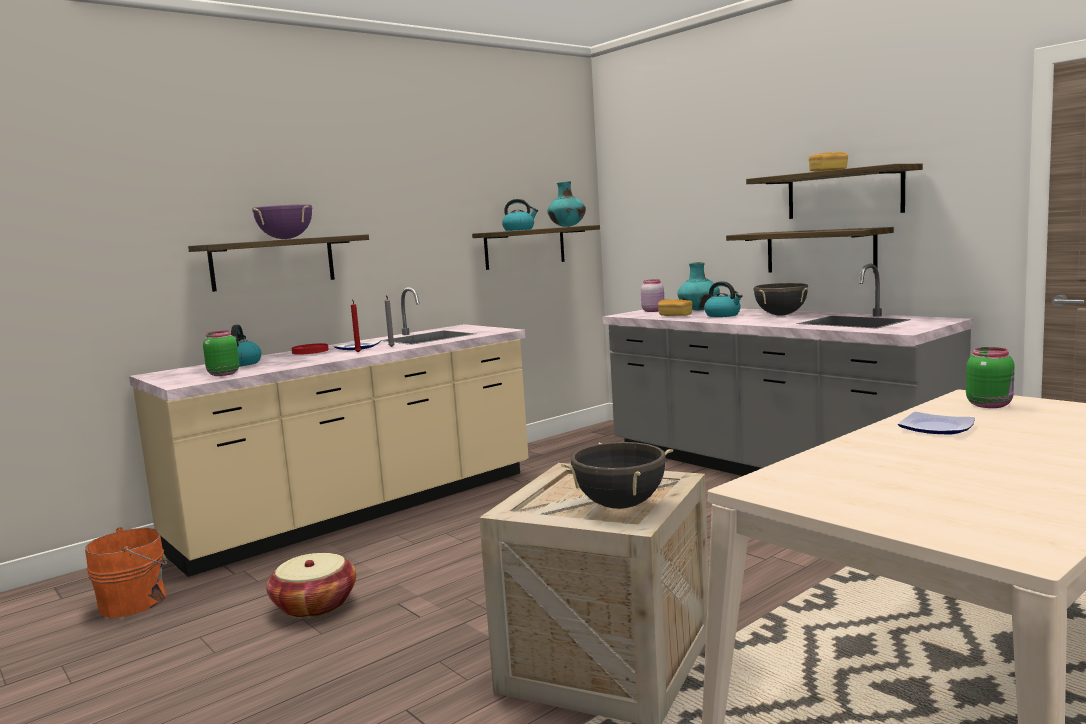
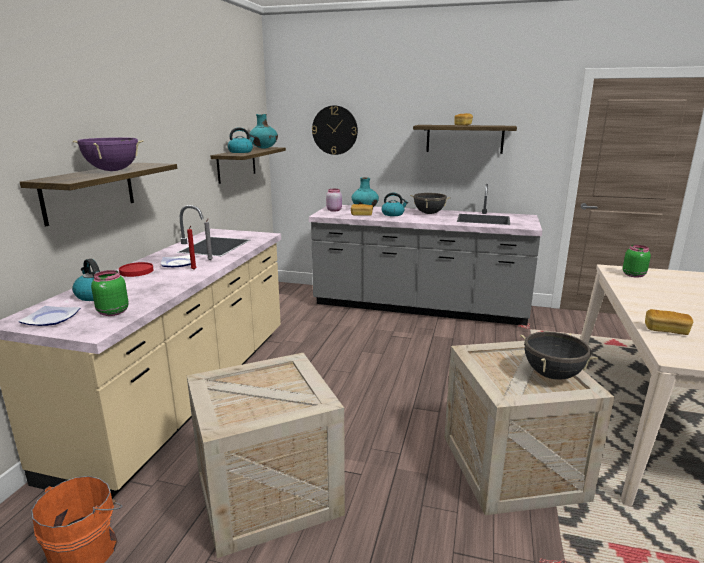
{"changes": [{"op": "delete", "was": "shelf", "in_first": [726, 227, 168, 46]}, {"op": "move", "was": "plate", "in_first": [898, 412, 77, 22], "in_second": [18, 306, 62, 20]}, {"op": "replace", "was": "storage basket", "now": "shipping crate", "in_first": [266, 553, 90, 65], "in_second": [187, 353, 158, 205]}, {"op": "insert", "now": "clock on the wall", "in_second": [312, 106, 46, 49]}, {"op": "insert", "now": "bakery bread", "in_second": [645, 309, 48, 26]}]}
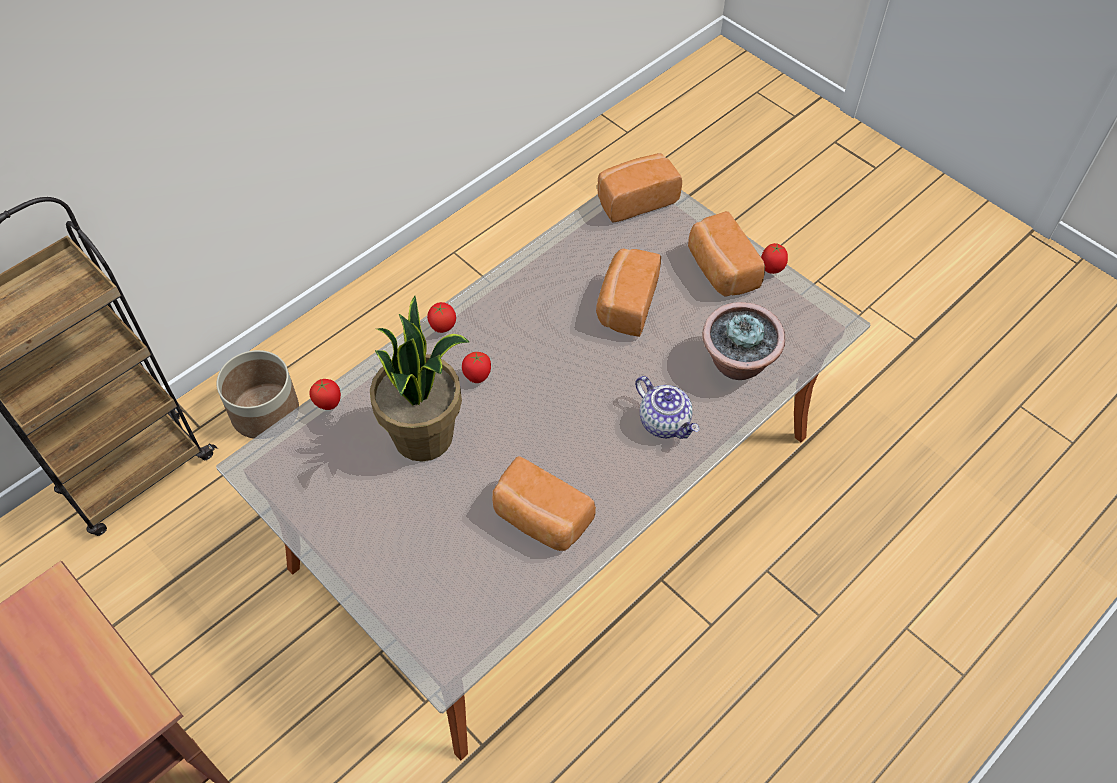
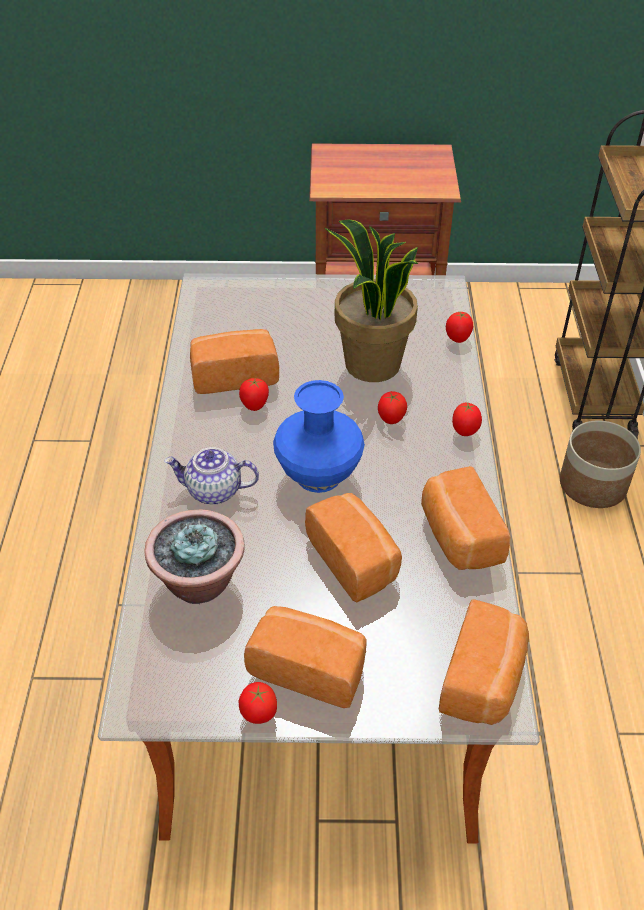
{"changes": [{"op": "insert", "now": "whole tomato", "in_second": [239, 378, 30, 33]}, {"op": "insert", "now": "blue-coloured flower vase", "in_second": [273, 380, 92, 113]}, {"op": "insert", "now": "bakery bread", "in_second": [421, 466, 89, 104]}]}
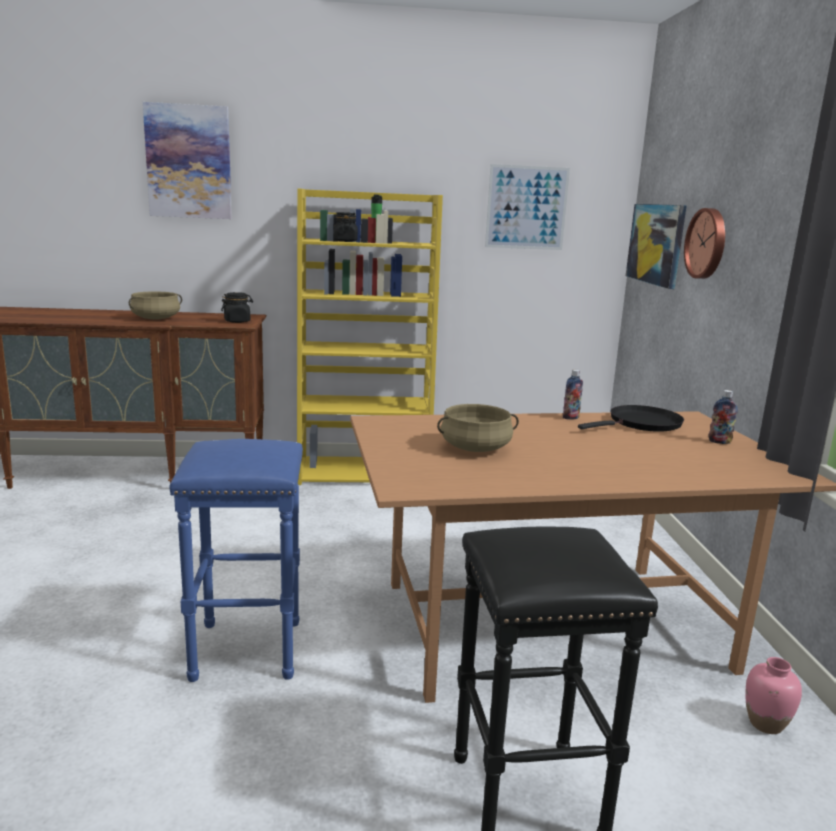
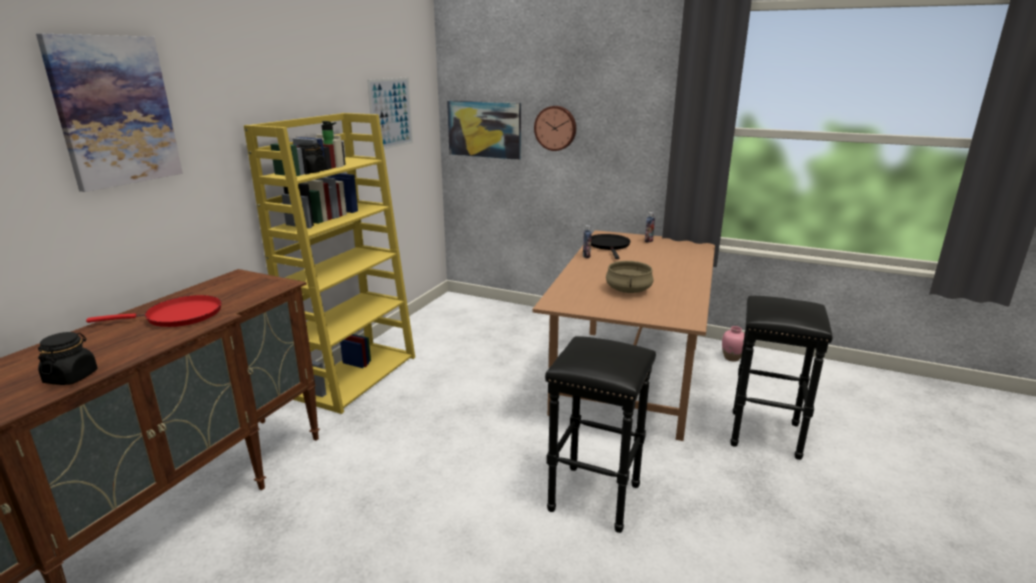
{"changes": [{"op": "replace", "was": "beige saucepot", "now": "reddish skillet", "in_first": [129, 291, 53, 29], "in_second": [86, 295, 135, 32]}, {"op": "move", "was": "black preserve jar", "in_first": [221, 292, 32, 31], "in_second": [38, 332, 60, 53]}, {"op": "recolor", "was": "blue-coloured stool seat", "now": "black stool seat", "in_first": [169, 439, 134, 243], "in_second": [545, 336, 111, 197]}]}
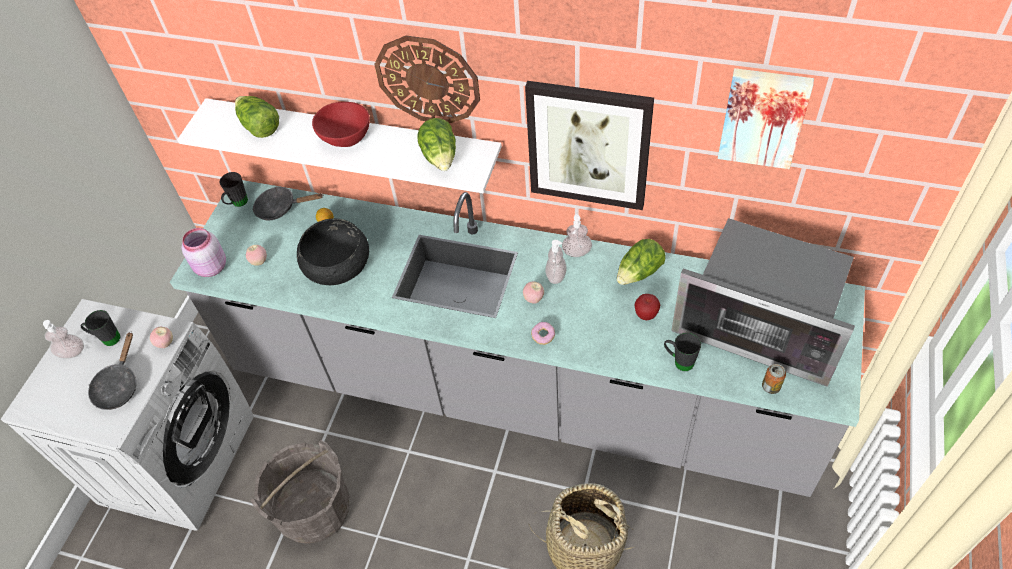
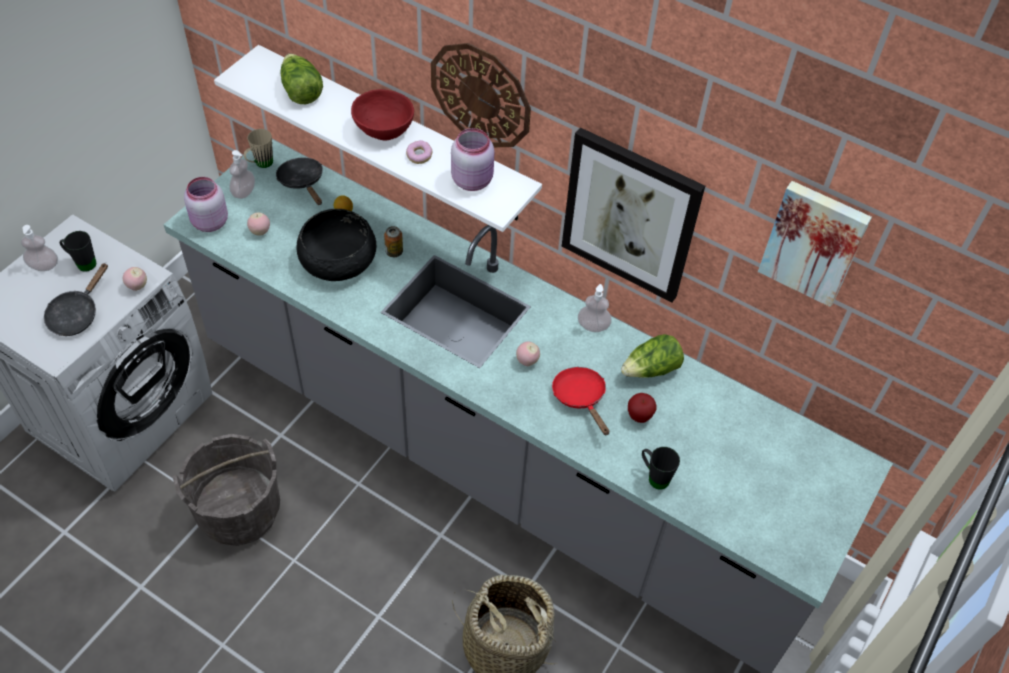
{"changes": [{"op": "replace", "was": "lettuce head", "now": "pink preserve jar", "in_first": [417, 118, 39, 53], "in_second": [451, 128, 44, 63]}, {"op": "recolor", "was": "black coffee mug", "now": "beige coffee mug", "in_first": [220, 172, 28, 35], "in_second": [244, 129, 29, 39]}, {"op": "rotate", "was": "black skillet", "in_first": [253, 186, 70, 34], "in_second": [276, 158, 47, 47], "clockwise": 45}, {"op": "delete", "was": "microwave", "in_first": [671, 218, 184, 169]}, {"op": "move", "was": "soap dispenser", "in_first": [545, 240, 22, 44], "in_second": [230, 150, 25, 49]}, {"op": "move", "was": "donut", "in_first": [531, 322, 24, 23], "in_second": [406, 140, 26, 24]}, {"op": "move", "was": "sealed can", "in_first": [762, 364, 24, 30], "in_second": [384, 226, 19, 31]}, {"op": "insert", "now": "reddish skillet", "in_second": [552, 367, 57, 68]}]}
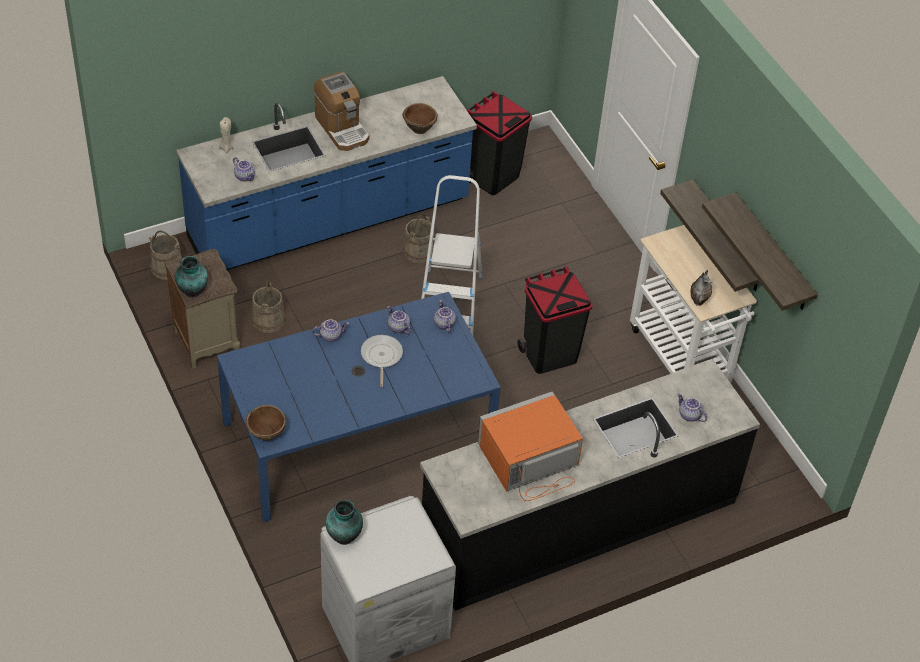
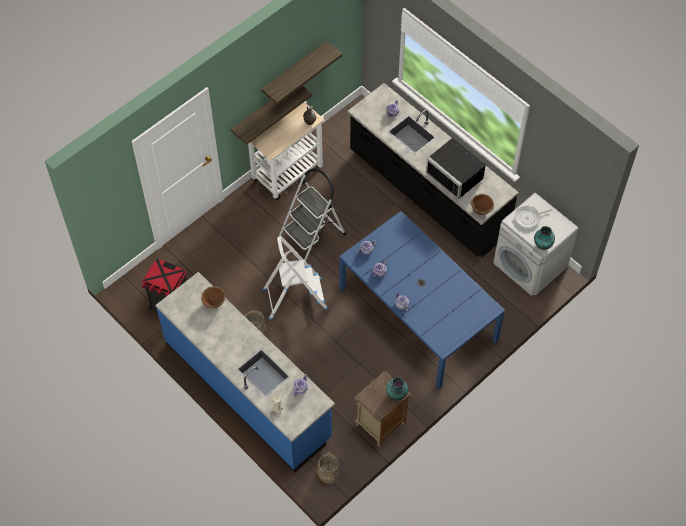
{"changes": [{"op": "delete", "was": "coffee brewer", "in_first": [314, 71, 55, 80]}, {"op": "replace", "was": "black trash can", "now": "step ladder", "in_first": [518, 266, 74, 108], "in_second": [278, 168, 68, 93]}, {"op": "delete", "was": "beige bucket", "in_first": [252, 281, 33, 52]}, {"op": "move", "was": "skillet", "in_first": [361, 335, 42, 52], "in_second": [515, 206, 38, 22]}, {"op": "recolor", "was": "orange microwave", "now": "black microwave", "in_first": [478, 391, 105, 110], "in_second": [426, 138, 60, 61]}, {"op": "move", "was": "brownish deep dish", "in_first": [246, 405, 40, 36], "in_second": [471, 194, 23, 21]}]}
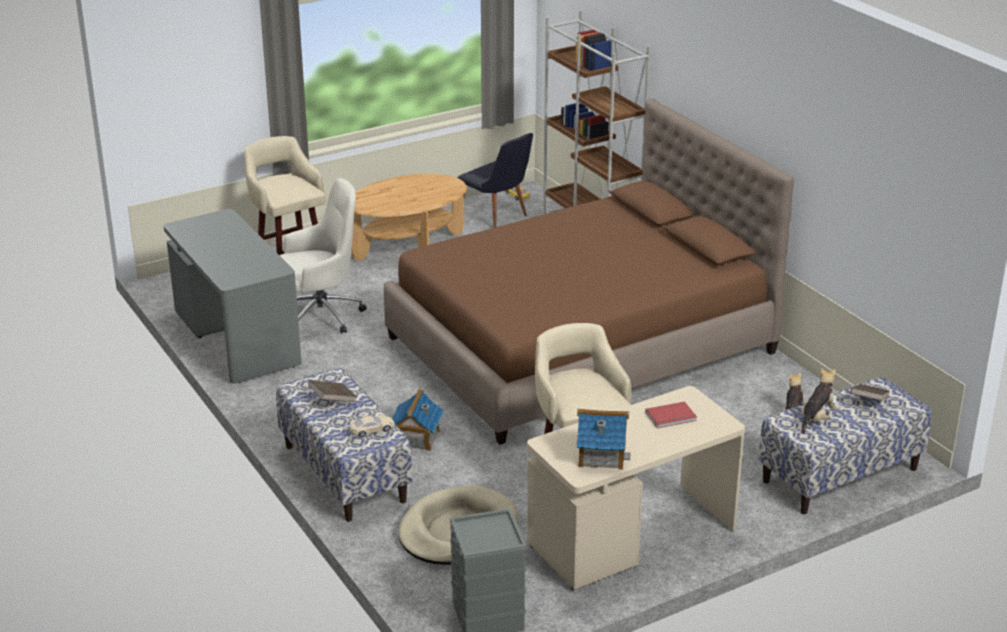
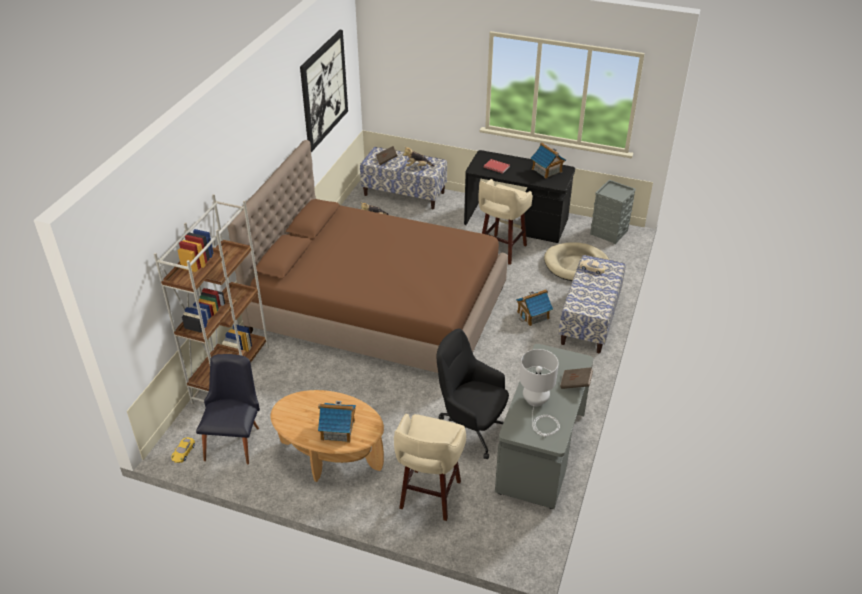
{"changes": [{"op": "recolor", "was": "beige office chair", "now": "black office chair", "in_first": [279, 178, 88, 155], "in_second": [437, 329, 72, 130]}, {"op": "move", "was": "brownish book", "in_first": [308, 380, 49, 22], "in_second": [560, 367, 33, 22]}, {"op": "recolor", "was": "beige desk table", "now": "black desk table", "in_first": [527, 386, 218, 204], "in_second": [464, 150, 111, 93]}, {"op": "insert", "now": "wall art", "in_second": [300, 30, 48, 122]}, {"op": "insert", "now": "grey lamp for a table", "in_second": [520, 349, 40, 89]}, {"op": "insert", "now": "model house", "in_second": [318, 401, 38, 42]}]}
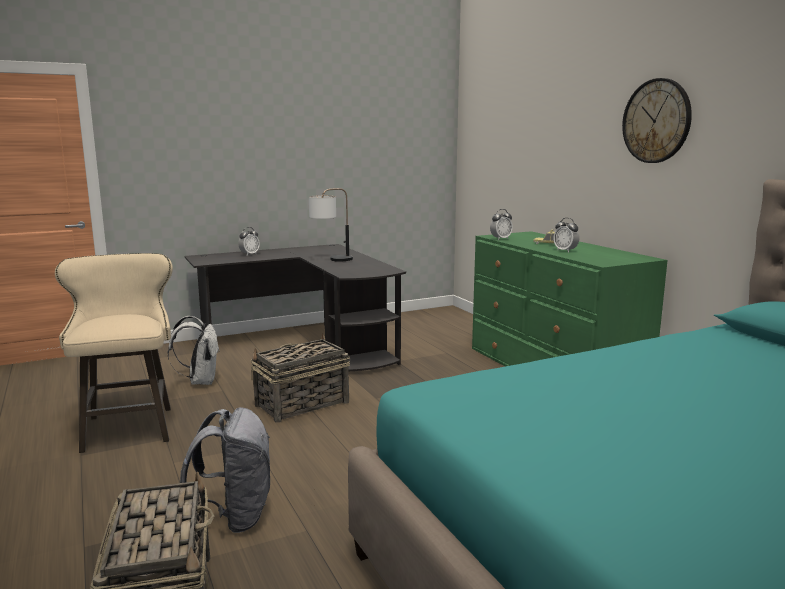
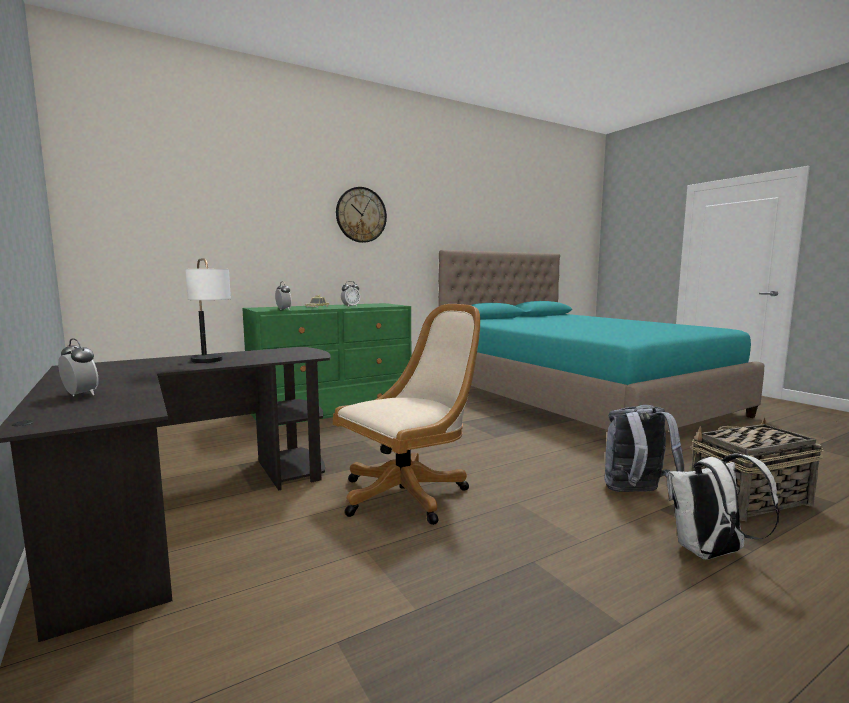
{"changes": [{"op": "delete", "was": "beige stool seat", "in_first": [55, 253, 118, 200]}, {"op": "move", "was": "white backpack", "in_first": [167, 316, 52, 69], "in_second": [667, 453, 113, 107]}, {"op": "replace", "was": "storage basket", "now": "office chair", "in_first": [251, 334, 99, 89], "in_second": [333, 304, 147, 221]}]}
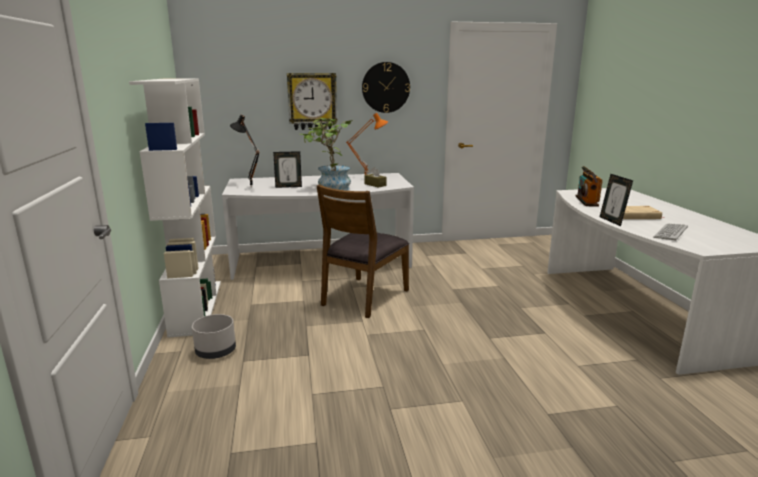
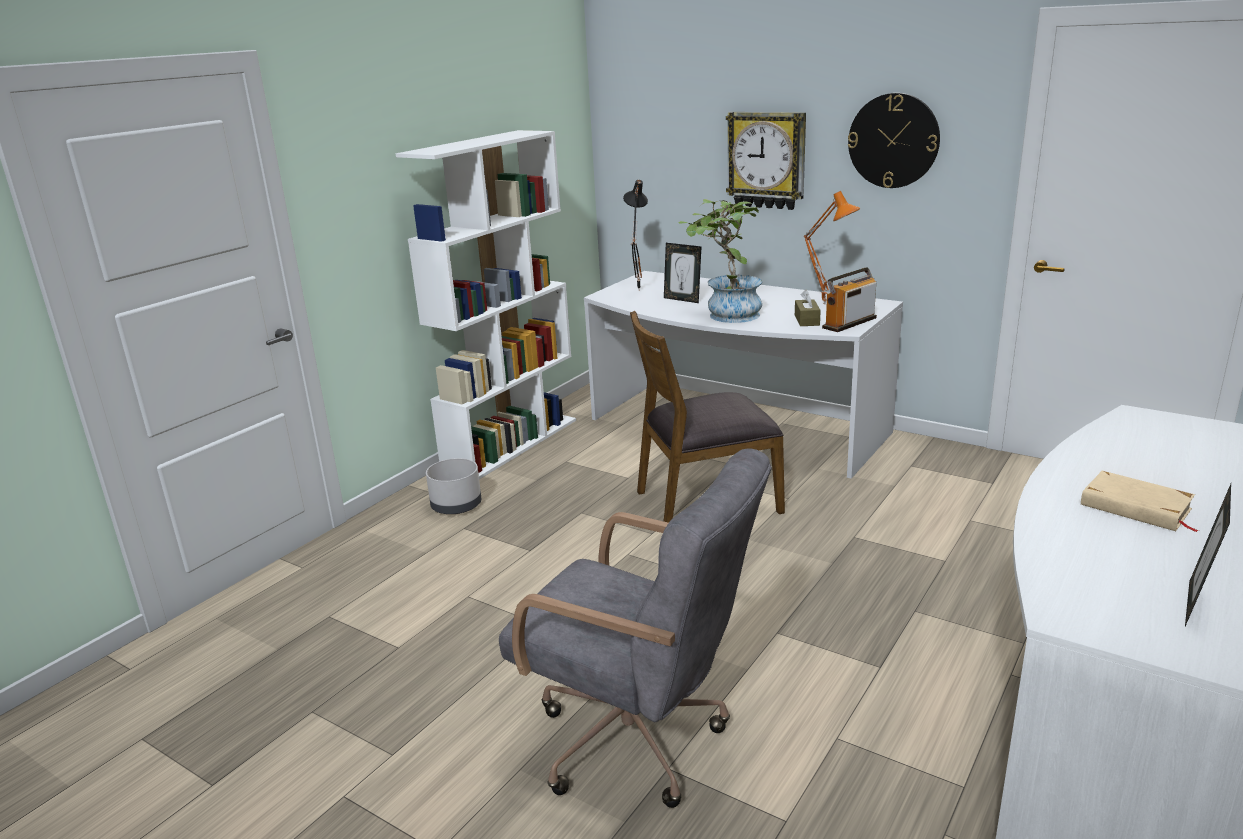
{"changes": [{"op": "move", "was": "radio receiver", "in_first": [576, 166, 27, 41], "in_second": [822, 267, 55, 65]}, {"op": "move", "was": "standing frame", "in_first": [600, 174, 33, 52], "in_second": [1185, 484, 46, 142]}, {"op": "delete", "was": "computer keyboard", "in_first": [653, 223, 35, 18]}, {"op": "insert", "now": "grey office chair", "in_second": [499, 448, 273, 360]}]}
